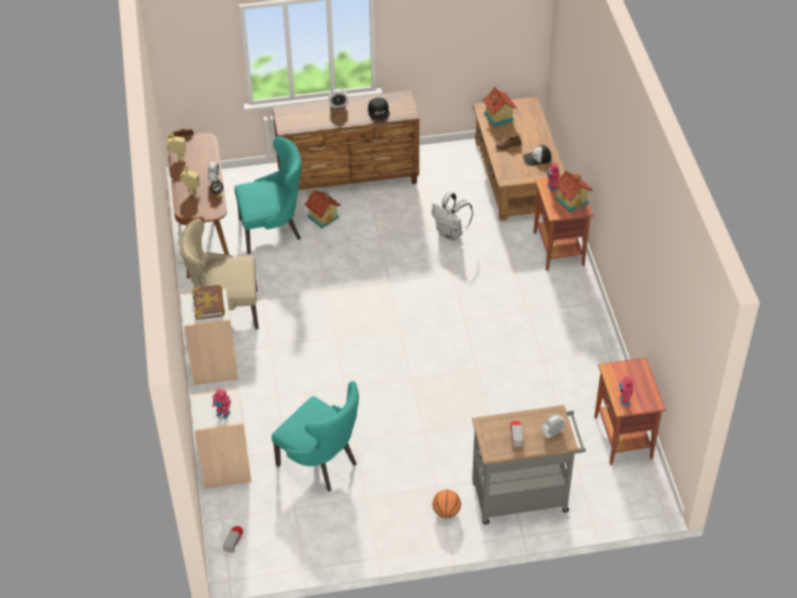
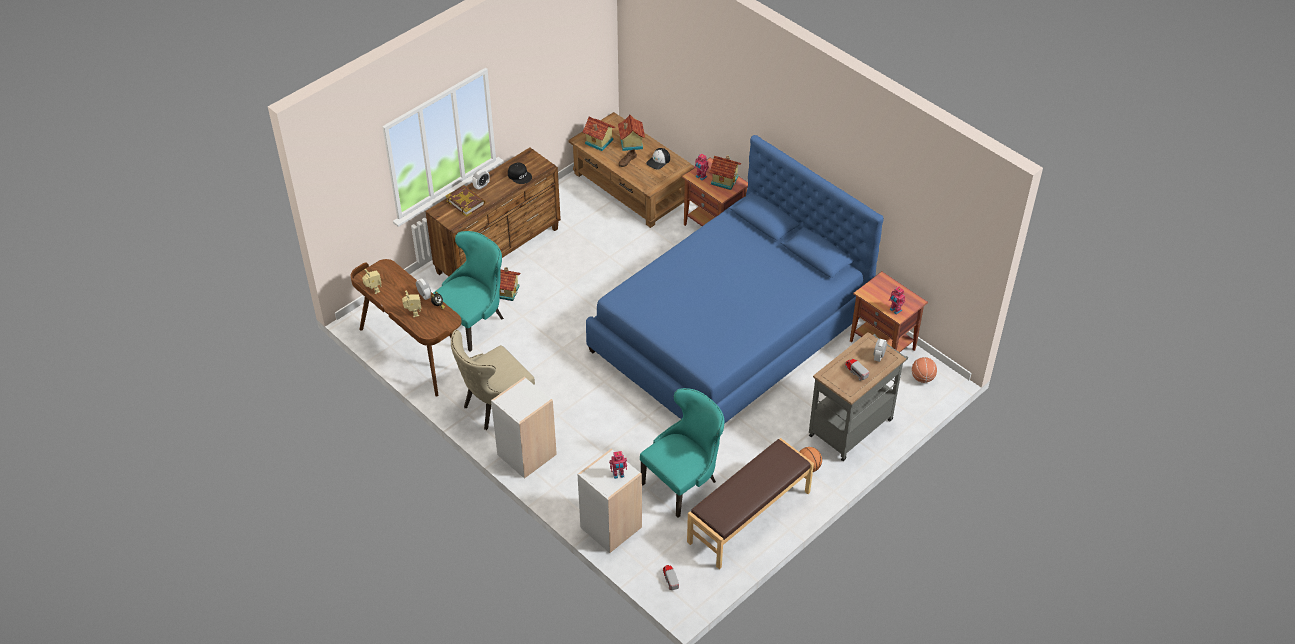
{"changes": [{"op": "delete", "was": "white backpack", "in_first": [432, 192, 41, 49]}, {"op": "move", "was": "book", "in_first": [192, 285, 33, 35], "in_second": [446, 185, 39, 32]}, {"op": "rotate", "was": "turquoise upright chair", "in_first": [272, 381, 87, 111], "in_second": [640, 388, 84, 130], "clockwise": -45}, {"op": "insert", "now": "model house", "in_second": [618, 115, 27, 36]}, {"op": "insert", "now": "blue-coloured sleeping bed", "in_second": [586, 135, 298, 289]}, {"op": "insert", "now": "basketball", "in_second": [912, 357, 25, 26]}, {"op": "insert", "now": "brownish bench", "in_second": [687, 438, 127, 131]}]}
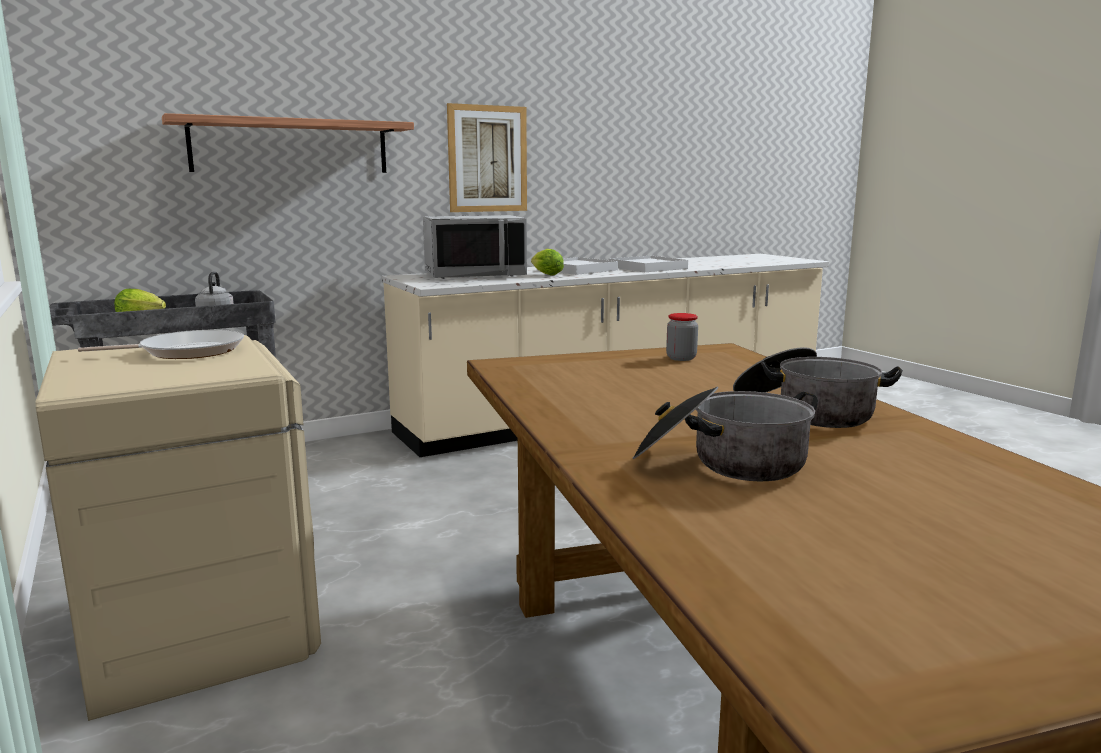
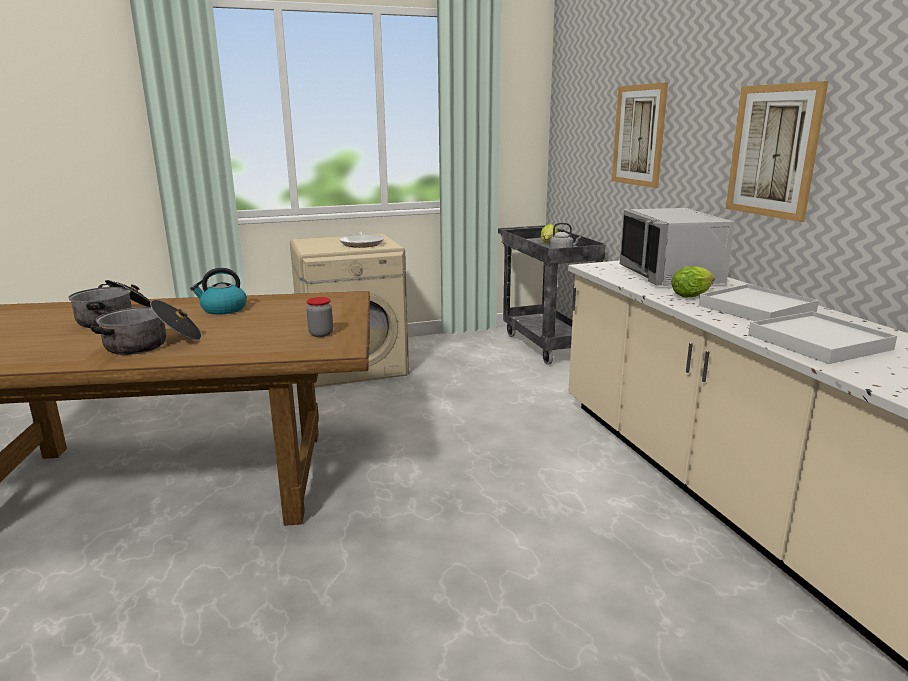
{"changes": [{"op": "replace", "was": "shelf", "now": "wall art", "in_first": [162, 113, 252, 60], "in_second": [612, 82, 56, 106]}, {"op": "insert", "now": "kettle", "in_second": [190, 268, 57, 47]}]}
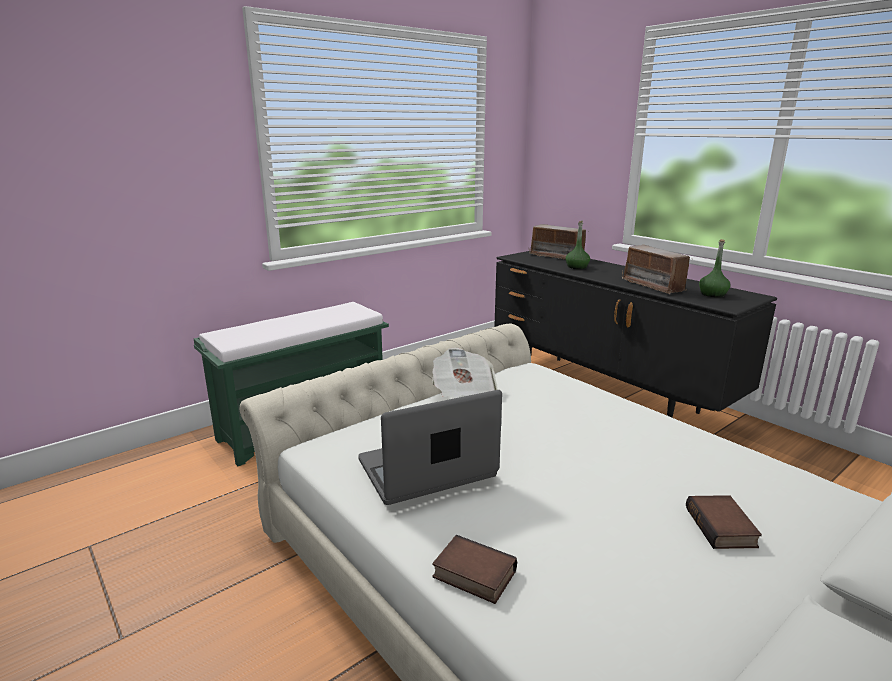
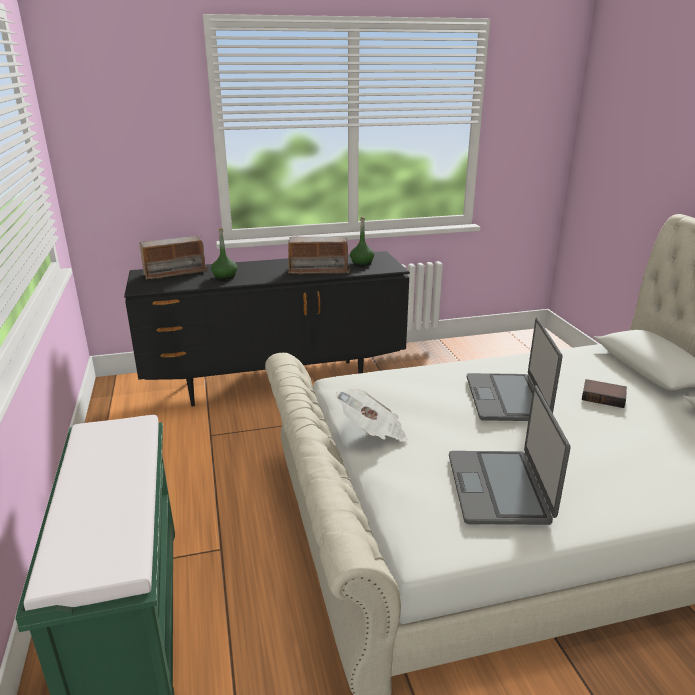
{"changes": [{"op": "delete", "was": "book", "in_first": [432, 535, 85, 69]}, {"op": "insert", "now": "laptop", "in_second": [467, 318, 96, 103]}]}
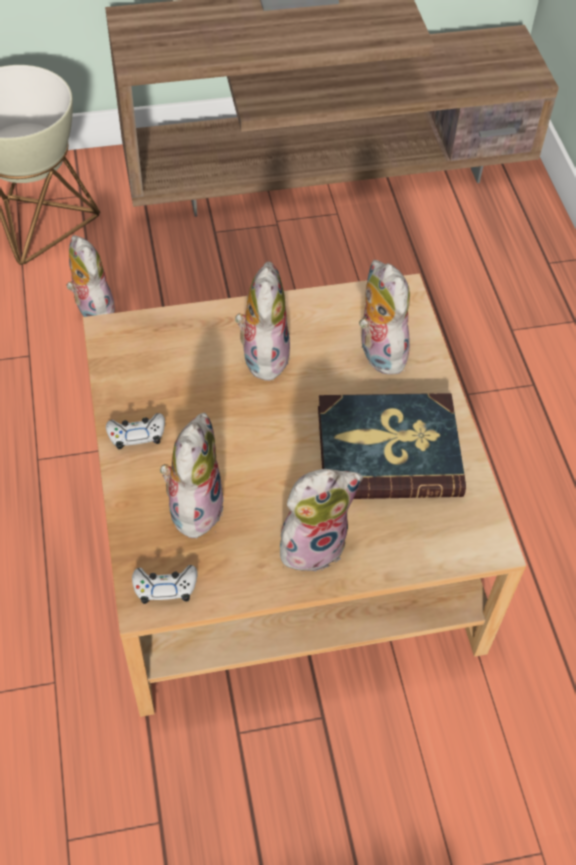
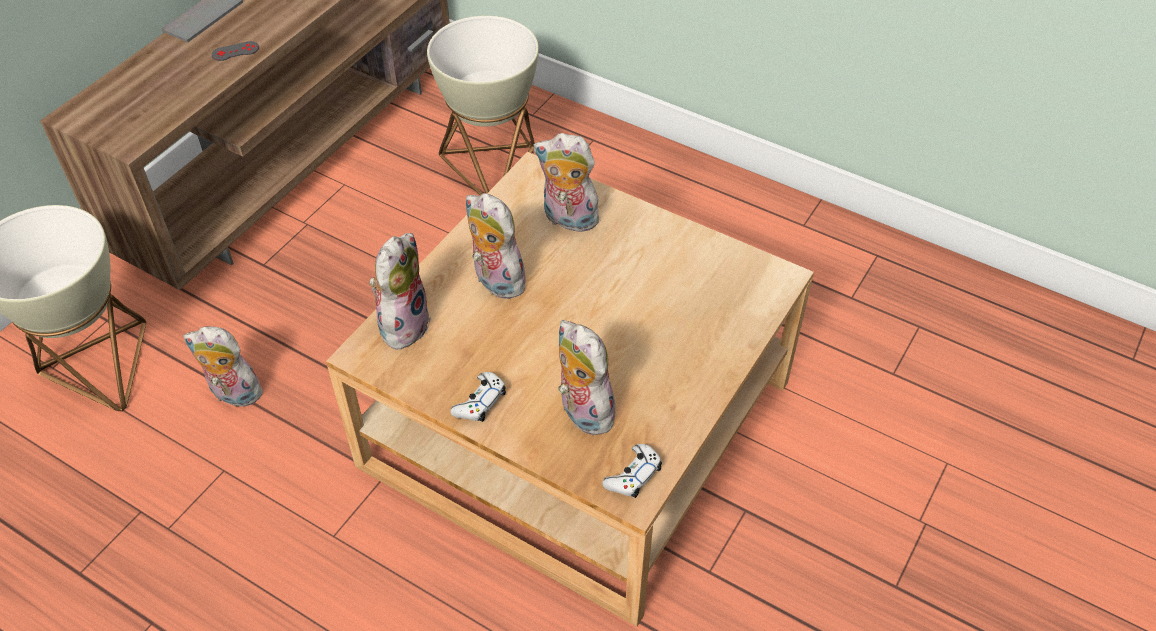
{"changes": [{"op": "delete", "was": "book", "in_first": [318, 393, 148, 106]}, {"op": "move", "was": "cuddly toy", "in_first": [280, 469, 83, 103], "in_second": [369, 233, 62, 117]}, {"op": "insert", "now": "flower pot", "in_second": [427, 15, 112, 181]}, {"op": "insert", "now": "grey joypad", "in_second": [212, 41, 47, 20]}]}
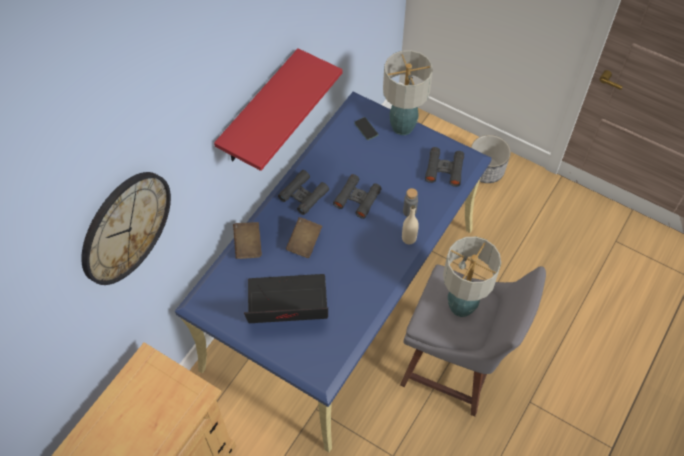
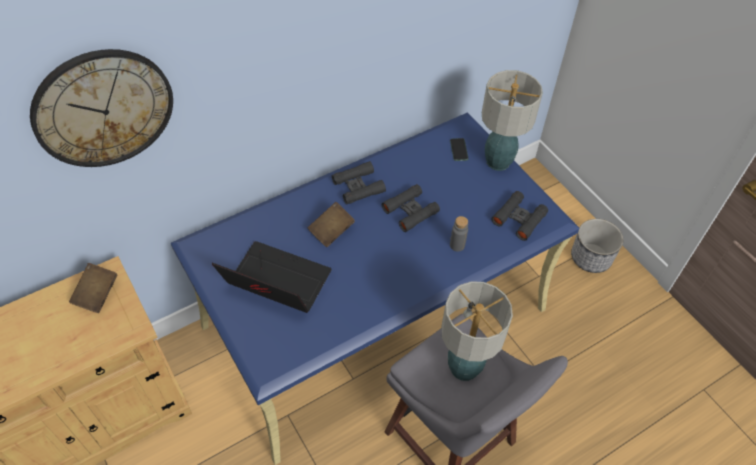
{"changes": [{"op": "delete", "was": "reddish shelf", "in_first": [214, 48, 128, 123]}, {"op": "delete", "was": "beige drink bottle", "in_first": [402, 205, 17, 39]}, {"op": "move", "was": "brownish book", "in_first": [233, 222, 29, 37], "in_second": [69, 263, 49, 50]}]}
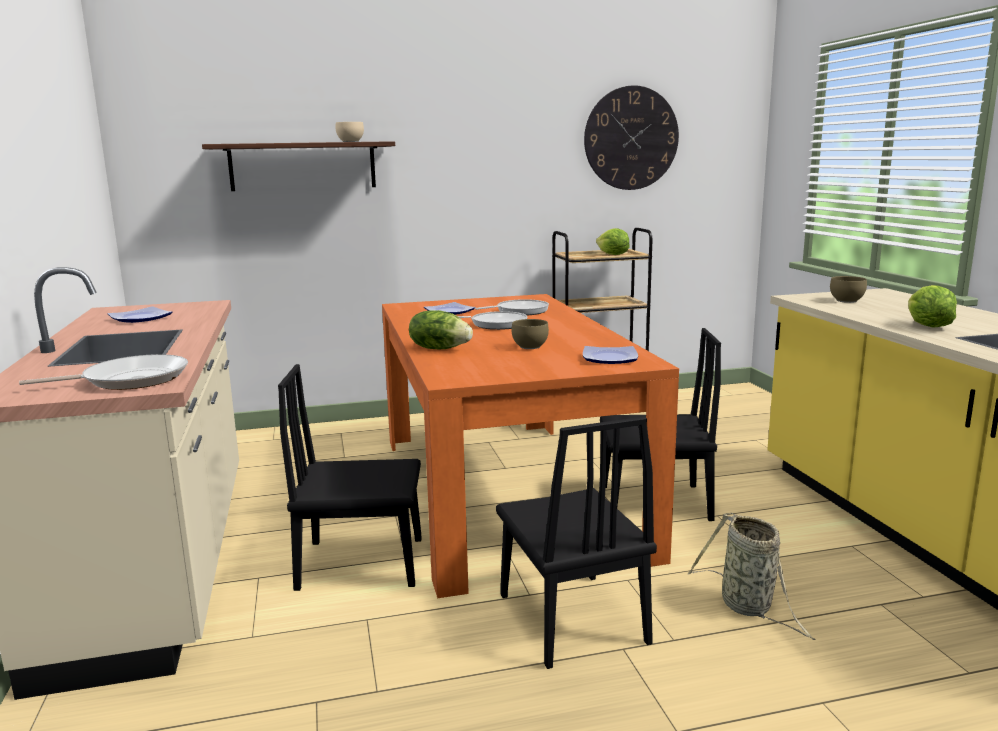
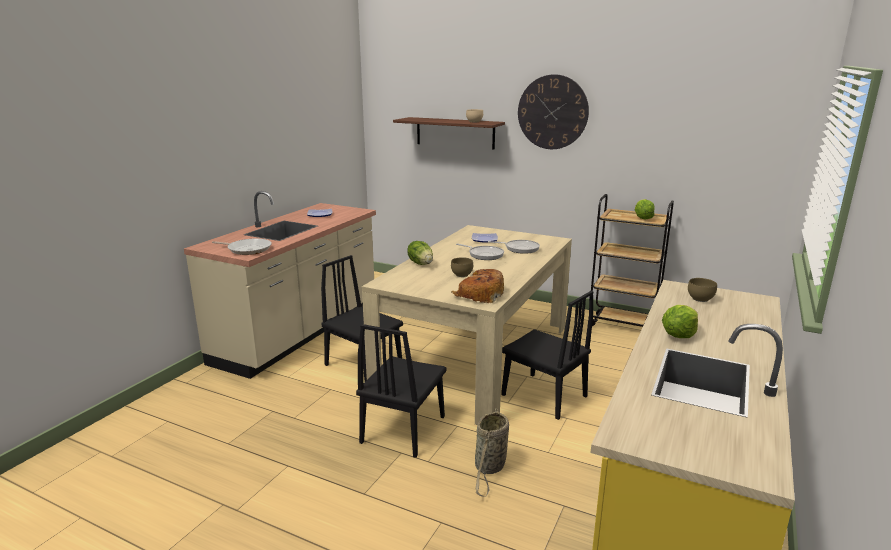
{"changes": [{"op": "move", "was": "clock on the wall", "in_first": [584, 85, 95, 105], "in_second": [518, 74, 71, 75]}, {"op": "recolor", "was": "orange kitchen table", "now": "beige kitchen table", "in_first": [382, 294, 297, 304], "in_second": [362, 225, 210, 200]}, {"op": "replace", "was": "plate", "now": "bakery bread", "in_first": [583, 346, 55, 18], "in_second": [451, 269, 53, 34]}]}
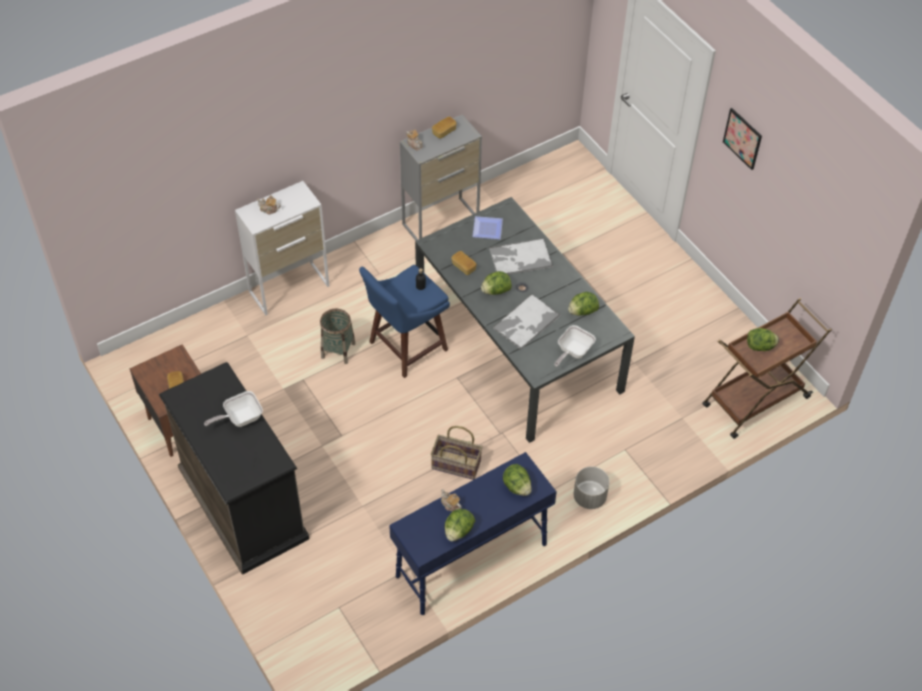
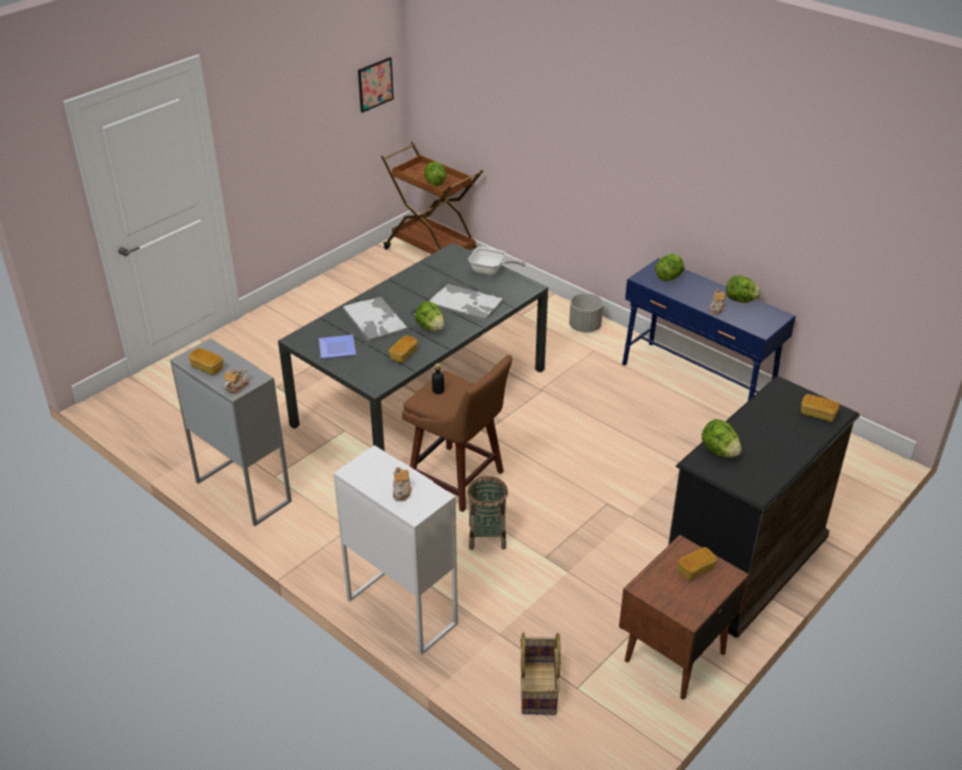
{"changes": [{"op": "move", "was": "wall art", "in_first": [723, 108, 39, 62], "in_second": [358, 57, 36, 56]}, {"op": "recolor", "was": "blue-coloured stool seat", "now": "brownish stool seat", "in_first": [359, 265, 91, 113], "in_second": [402, 355, 110, 157]}, {"op": "move", "was": "lettuce head", "in_first": [568, 292, 31, 24], "in_second": [702, 419, 40, 39]}, {"op": "delete", "was": "skillet", "in_first": [204, 391, 59, 36]}, {"op": "move", "was": "storage basket", "in_first": [431, 426, 51, 54], "in_second": [520, 632, 41, 83]}, {"op": "insert", "now": "bakery bread", "in_second": [801, 394, 38, 28]}]}
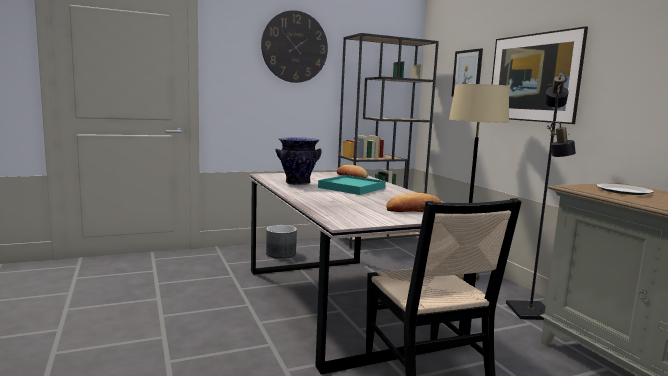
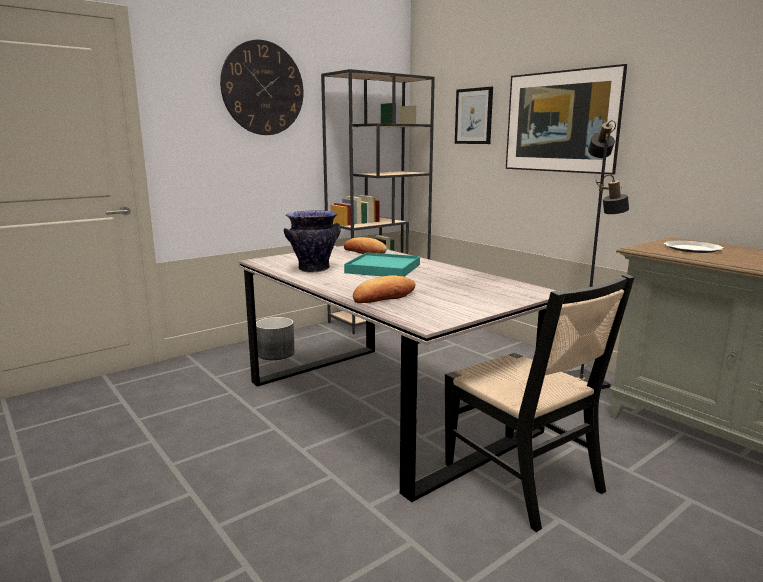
{"changes": [{"op": "delete", "was": "beige floor lamp", "in_first": [449, 84, 60, 197]}, {"op": "move", "was": "bakery bread", "in_first": [386, 193, 55, 19], "in_second": [353, 275, 63, 28]}]}
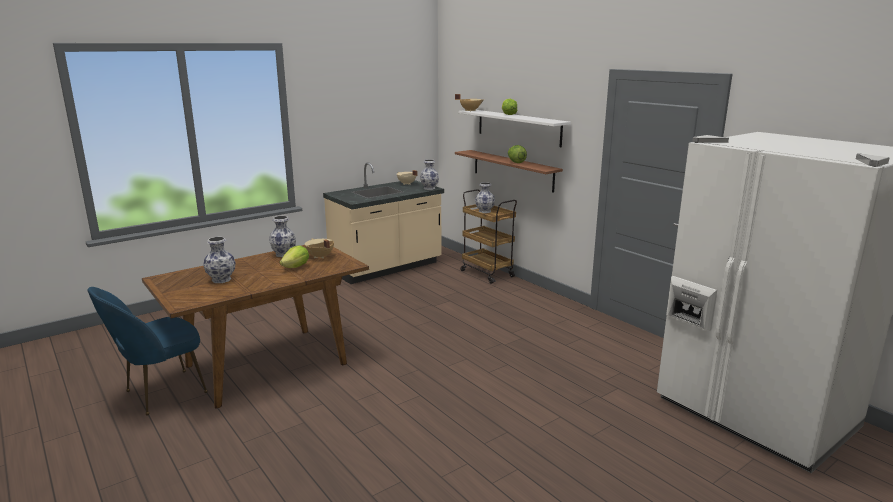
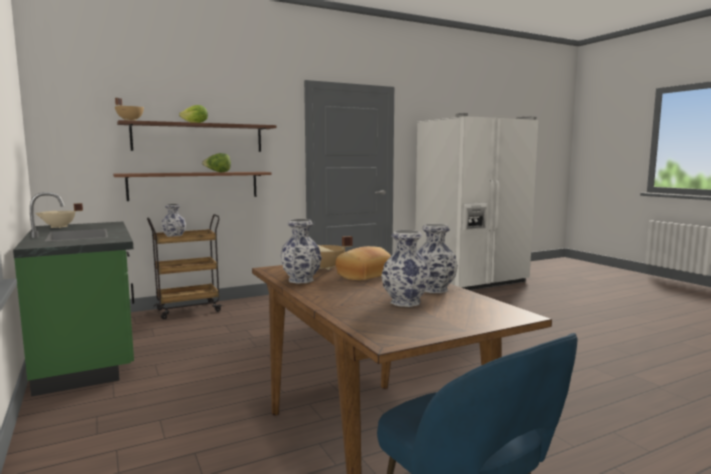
{"changes": [{"op": "recolor", "was": "white shelf", "now": "brownish shelf", "in_first": [459, 110, 112, 37], "in_second": [117, 120, 160, 32]}, {"op": "move", "was": "flower vase", "in_first": [420, 159, 19, 31], "in_second": [417, 224, 41, 69]}, {"op": "recolor", "was": "beige kitchen counter", "now": "greenish kitchen counter", "in_first": [323, 162, 121, 122], "in_second": [13, 192, 121, 205]}, {"op": "replace", "was": "lettuce head", "now": "bakery bread", "in_first": [280, 245, 29, 23], "in_second": [335, 246, 56, 34]}]}
